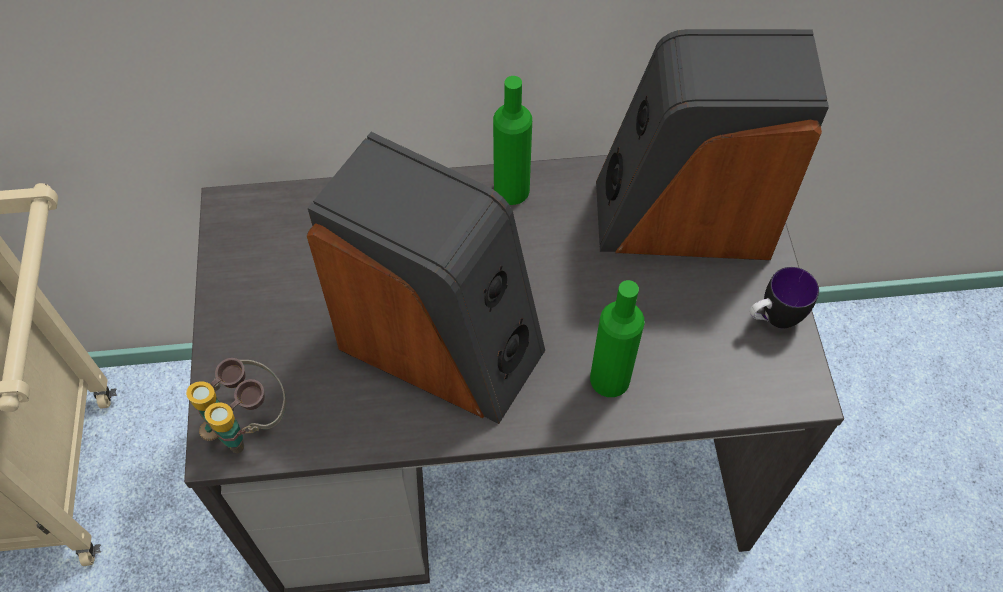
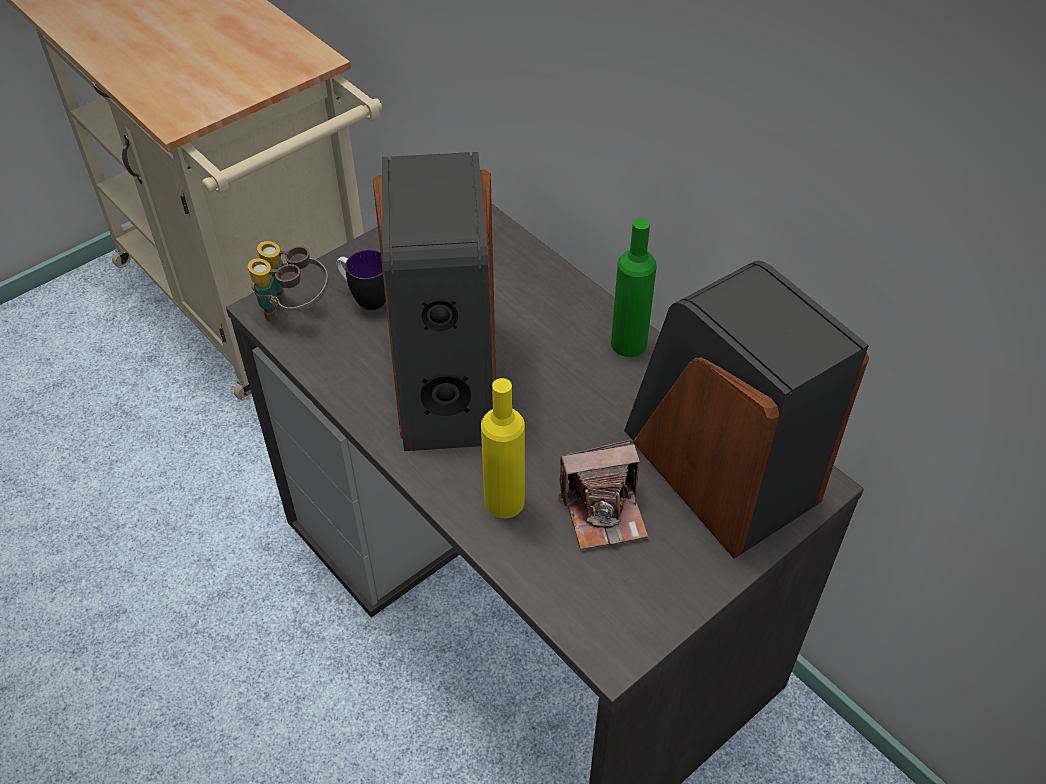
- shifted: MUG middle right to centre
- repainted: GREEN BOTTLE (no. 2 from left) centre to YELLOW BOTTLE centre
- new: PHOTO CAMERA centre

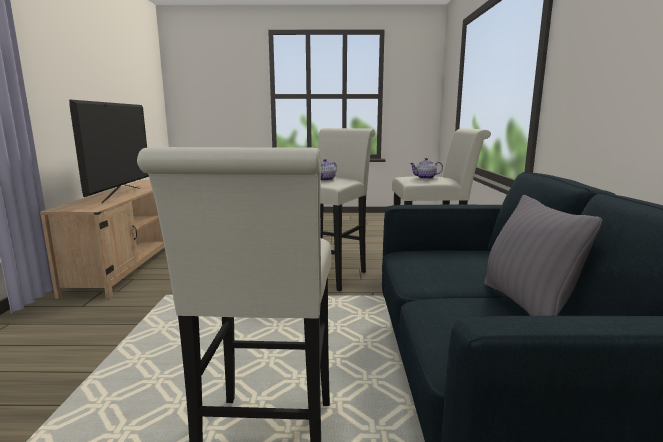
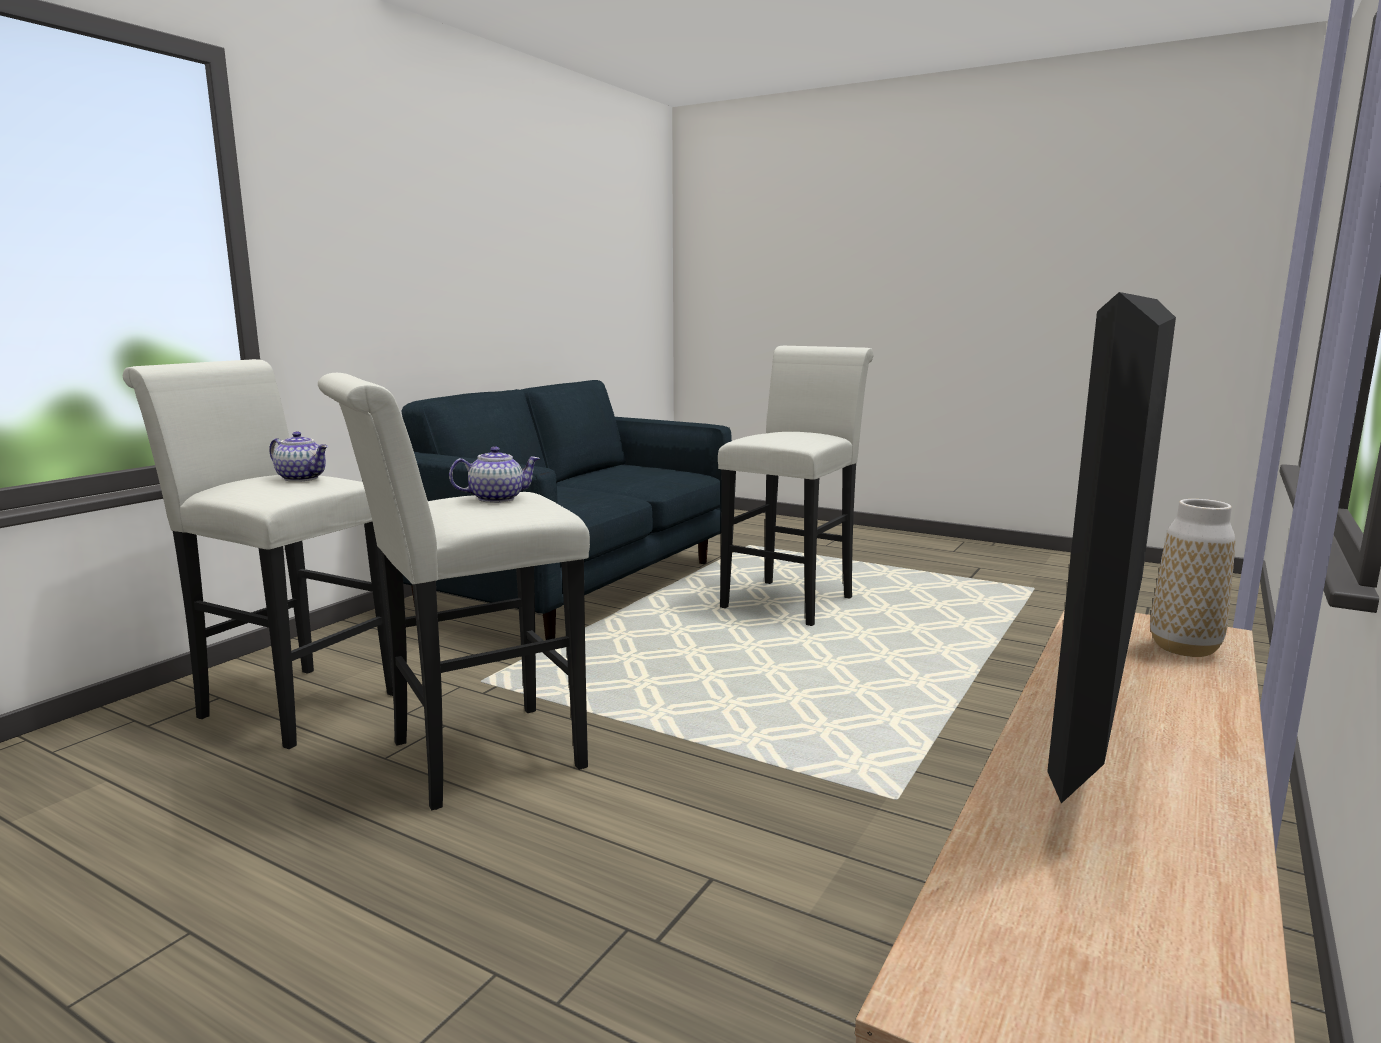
- gone: GREY PILLOW middle right
- new: VASE middle right

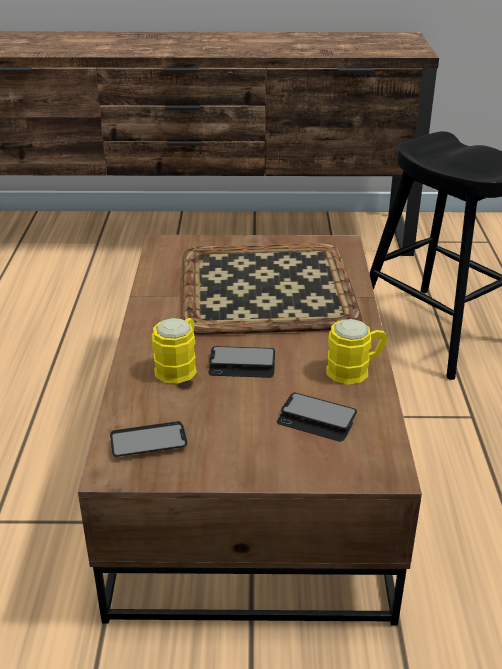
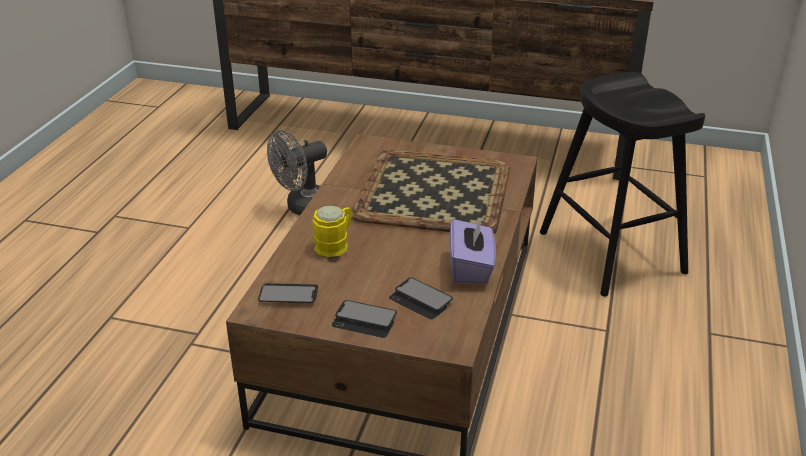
- swapped: YELLOW MUG (no. 2 from left) middle right to PURPLE TISSUE BOX centre
- shifted: PHONE (no. 2 from left) centre to bottom centre
- new: GREY FAN centre

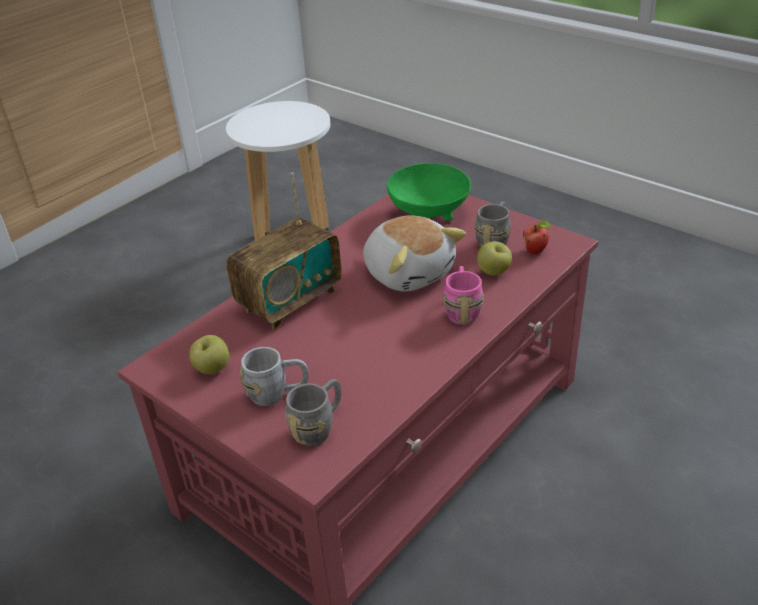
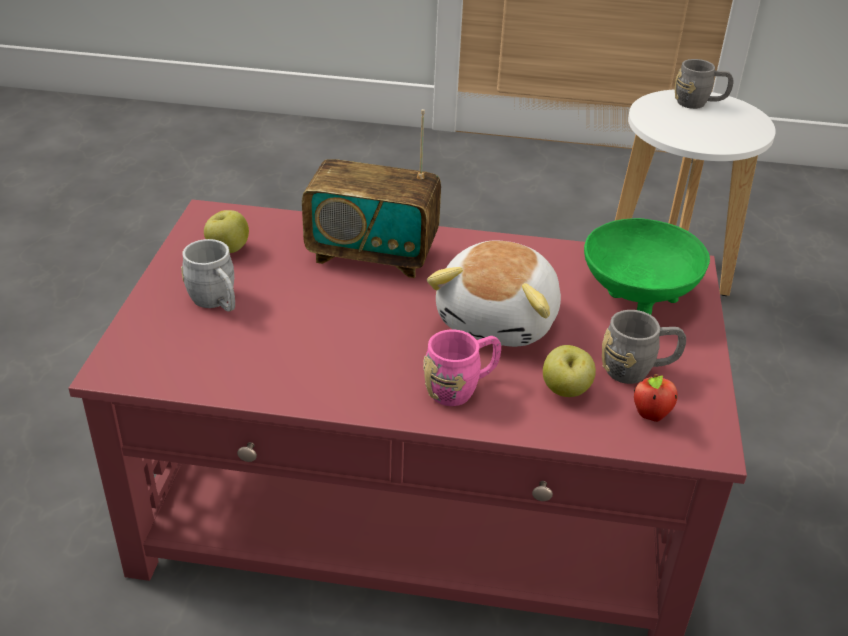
- shifted: GREY MUG (no. 2 from left in the first image) bottom centre to GREY MUG (no. 3 from left) top right

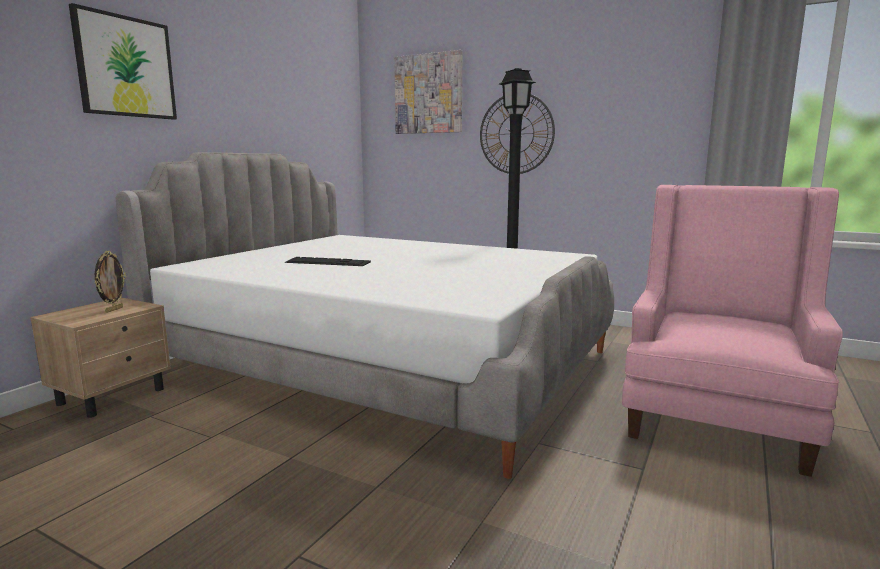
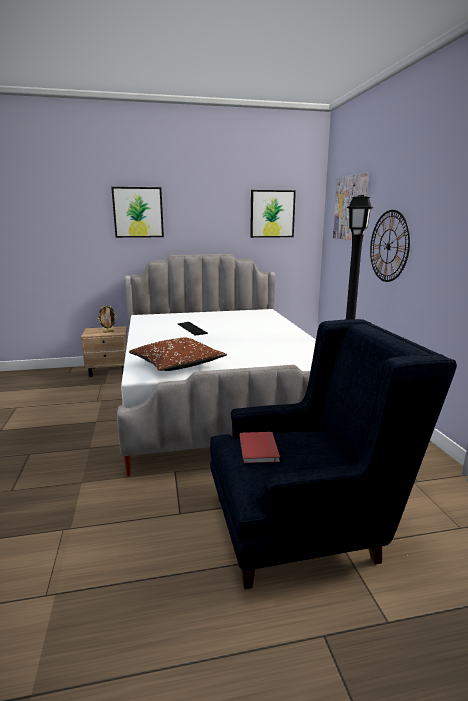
- repainted: PINK ARMCHAIR middle right to BLUE ARMCHAIR middle right
- new: PICTURE (no. 2 from left) top centre
- new: BROWN PILLOW centre
- new: RED BOOK centre

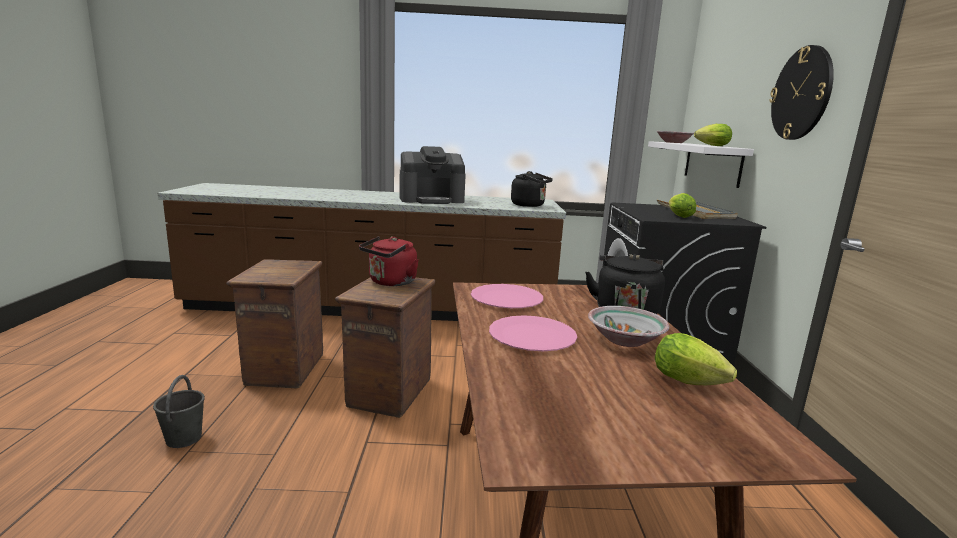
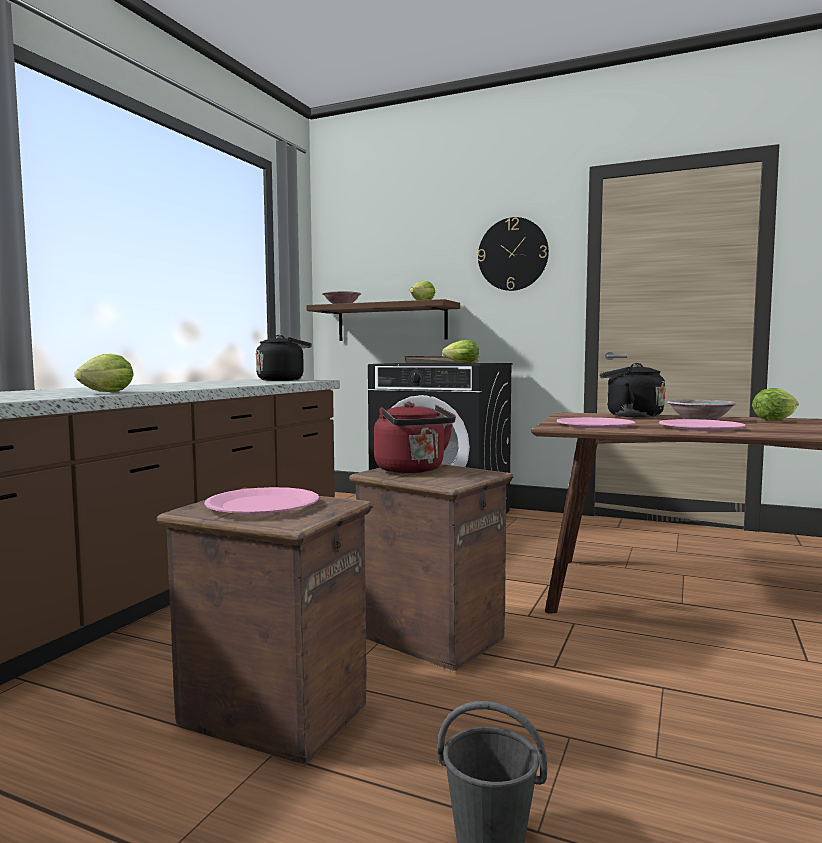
- repainted: WHITE SHELF top right to BROWN SHELF centre
- gone: COFFEE MACHINE top centre
- new: LETTUCE (no. 1 from left) middle left
- new: PINK PLATE (no. 1 from left) middle left

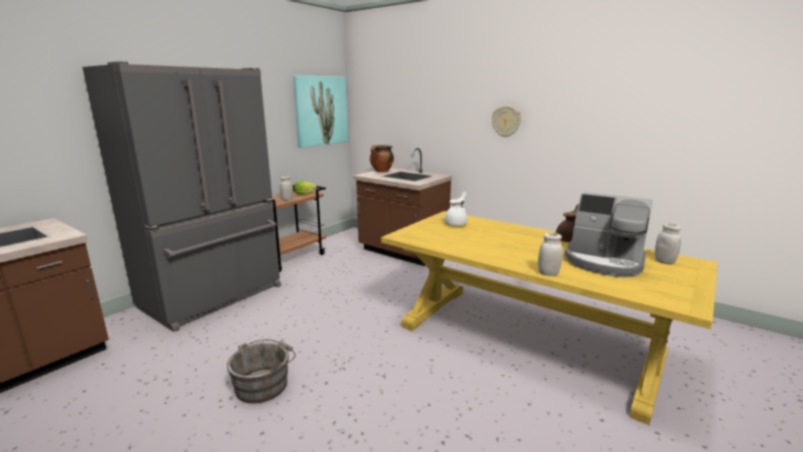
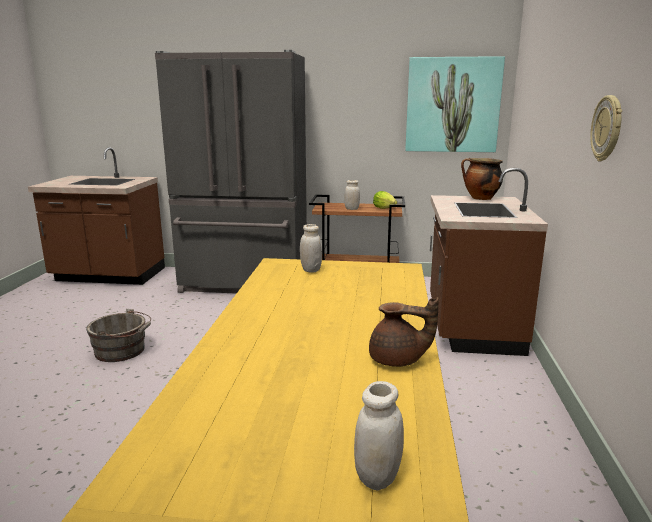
- gone: WHITE TEAPOT centre
- gone: COFFEE MACHINE middle right
- shifted: WHITE JAR (no. 2 from left in the first image) middle right to WHITE JAR (no. 1 from left) centre

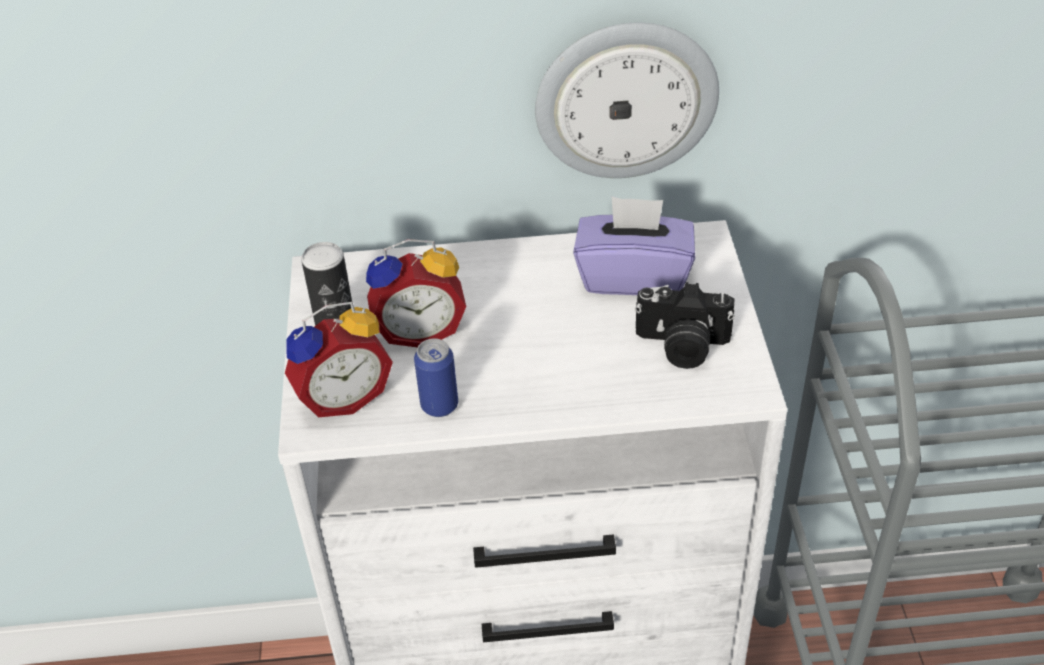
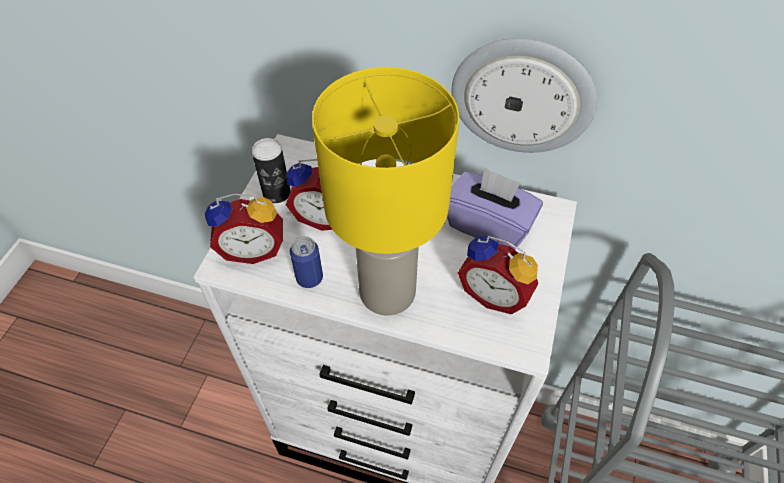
- swapped: PHOTO CAMERA centre to ALARM CLOCK (no. 3 from left) centre
- new: YELLOW TABLE LAMP centre

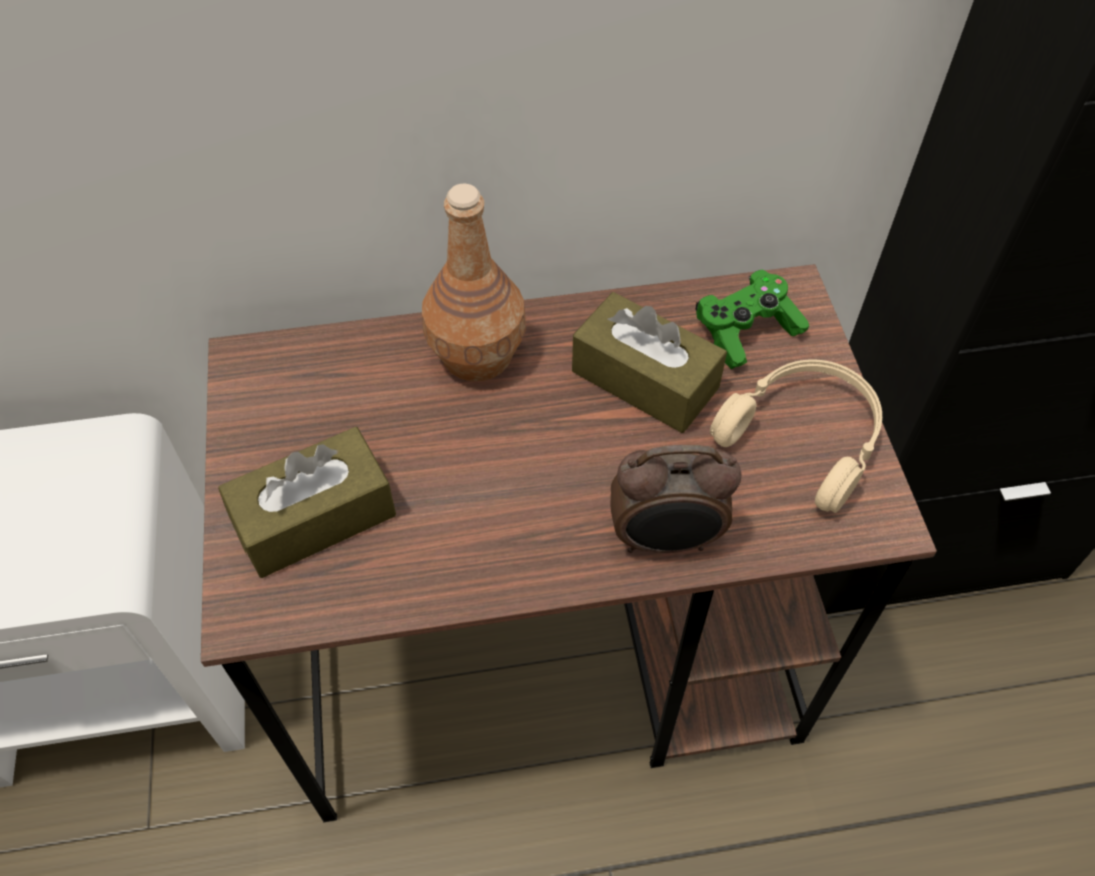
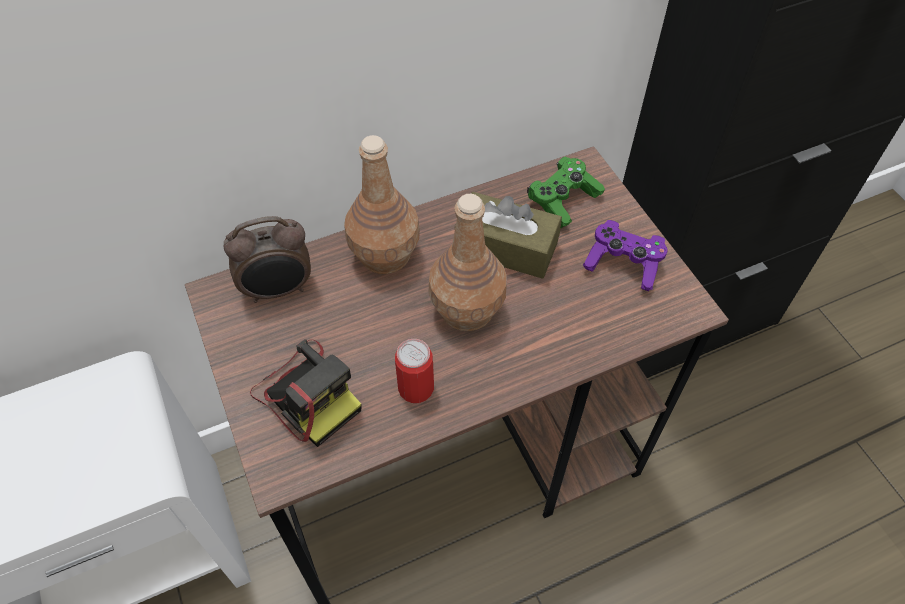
- swapped: BEIGE HEADPHONES middle right to PURPLE GAME CONTROLLER middle right
- swapped: BROWN TISSUE BOX (no. 1 from left) middle left to PHOTO CAMERA centre
- shifted: ALARM CLOCK centre to middle left
- new: BROWN BOTTLE (no. 2 from left) centre
- new: CAN centre

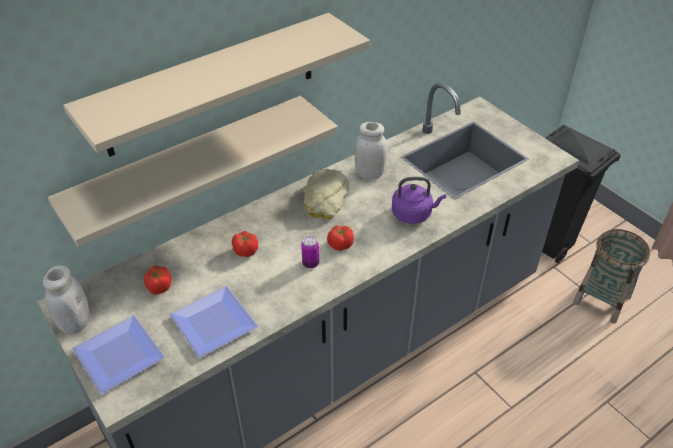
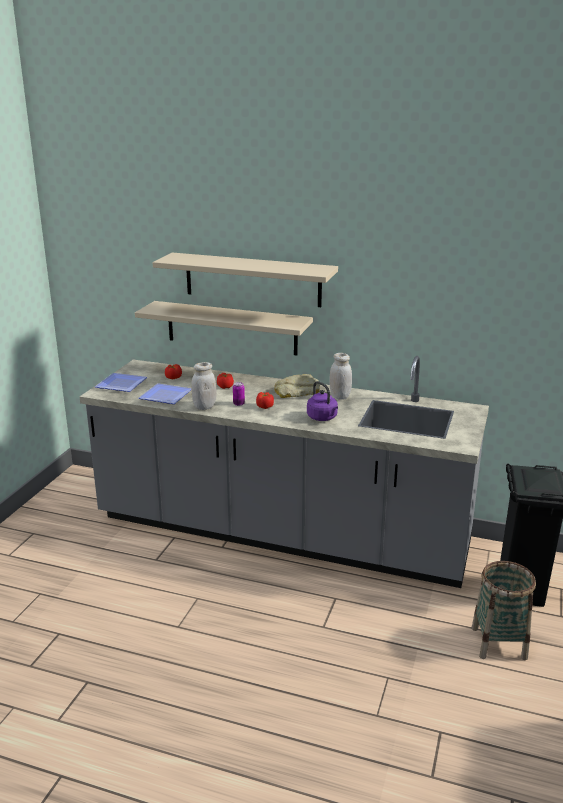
- shifted: WHITE JAR (no. 1 from left) bottom left to centre

